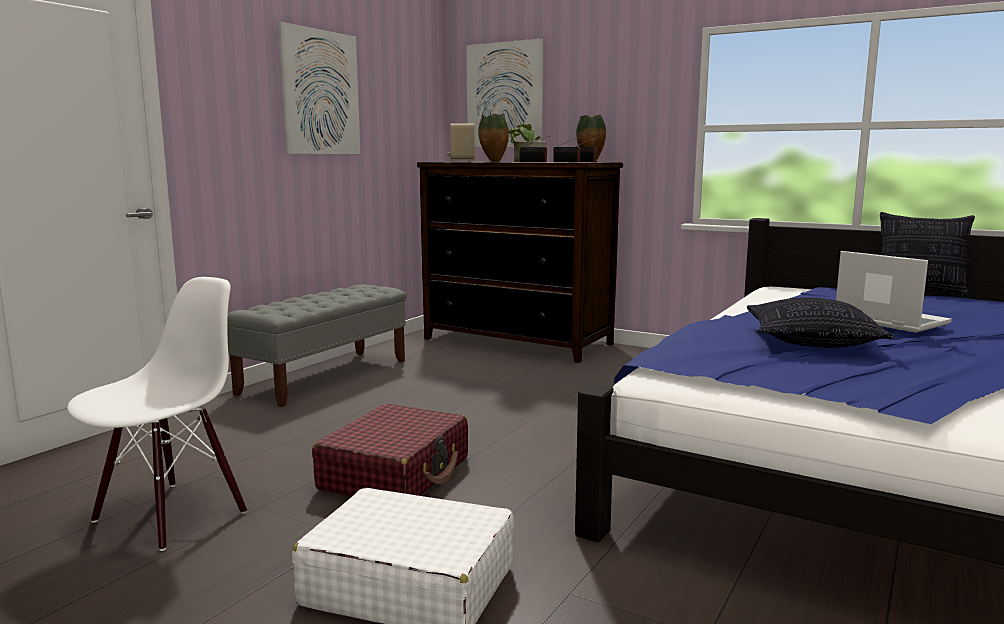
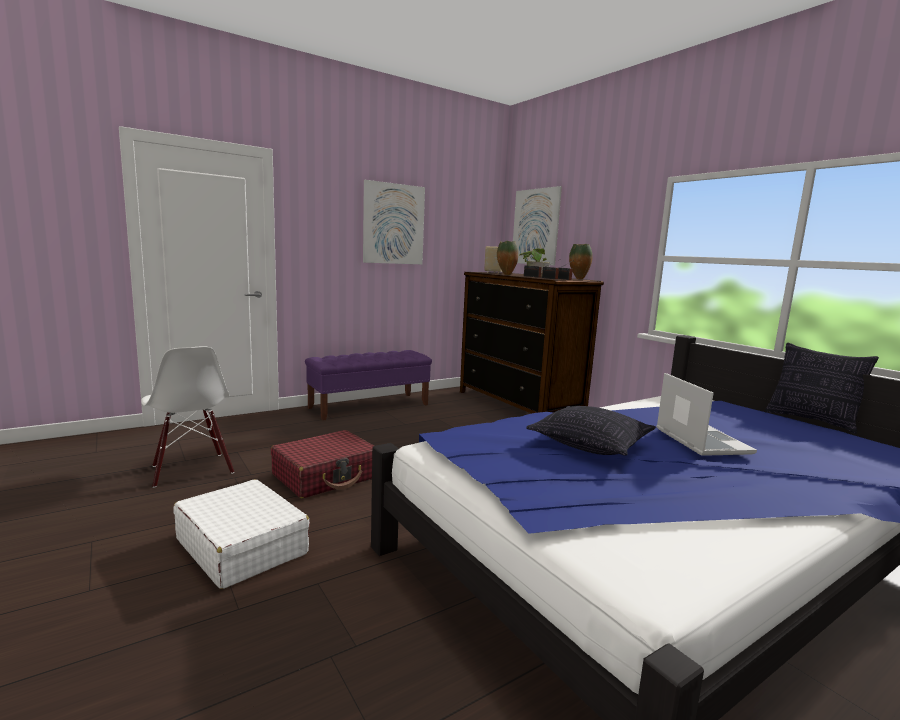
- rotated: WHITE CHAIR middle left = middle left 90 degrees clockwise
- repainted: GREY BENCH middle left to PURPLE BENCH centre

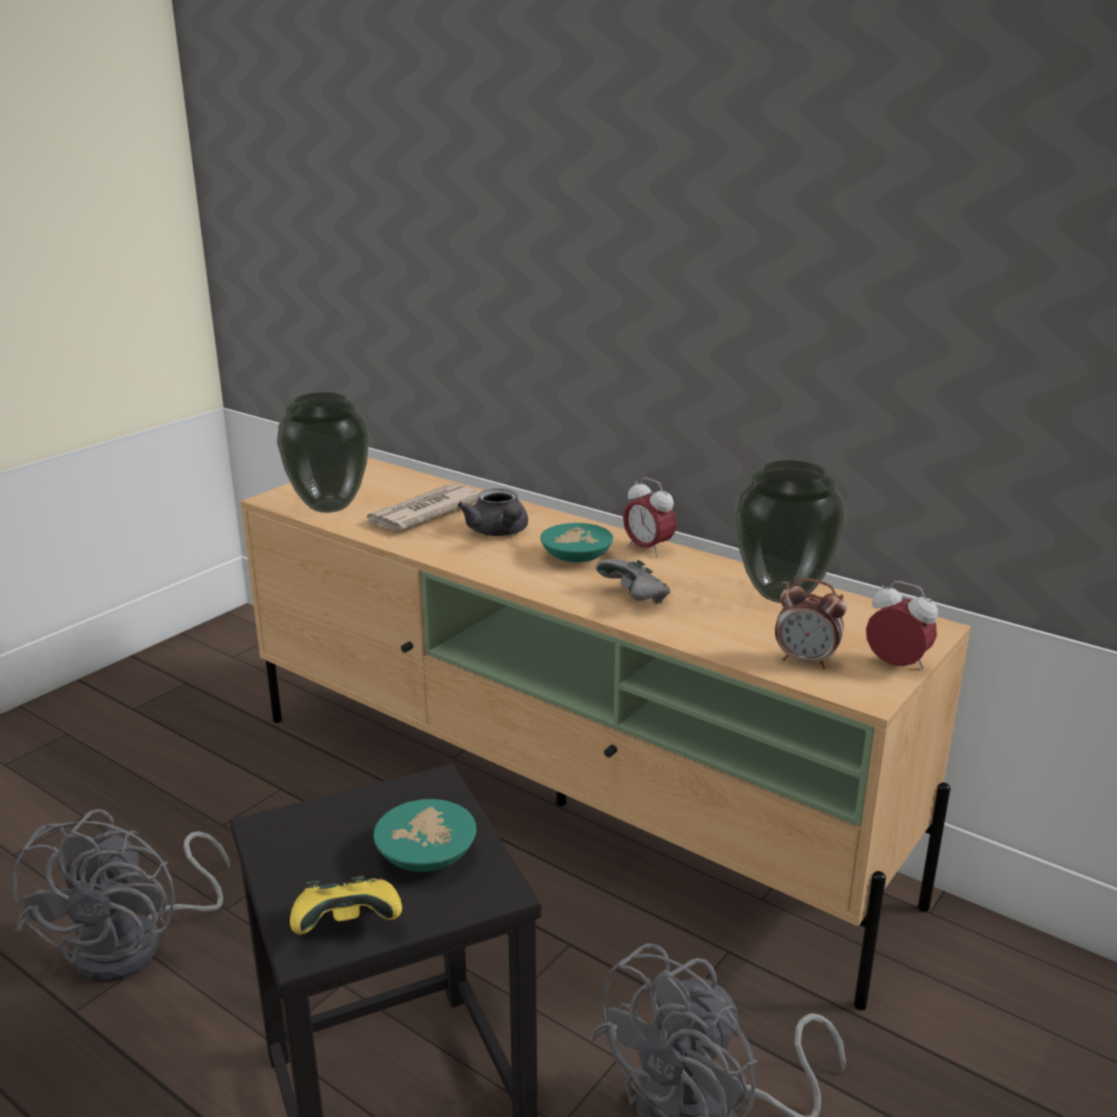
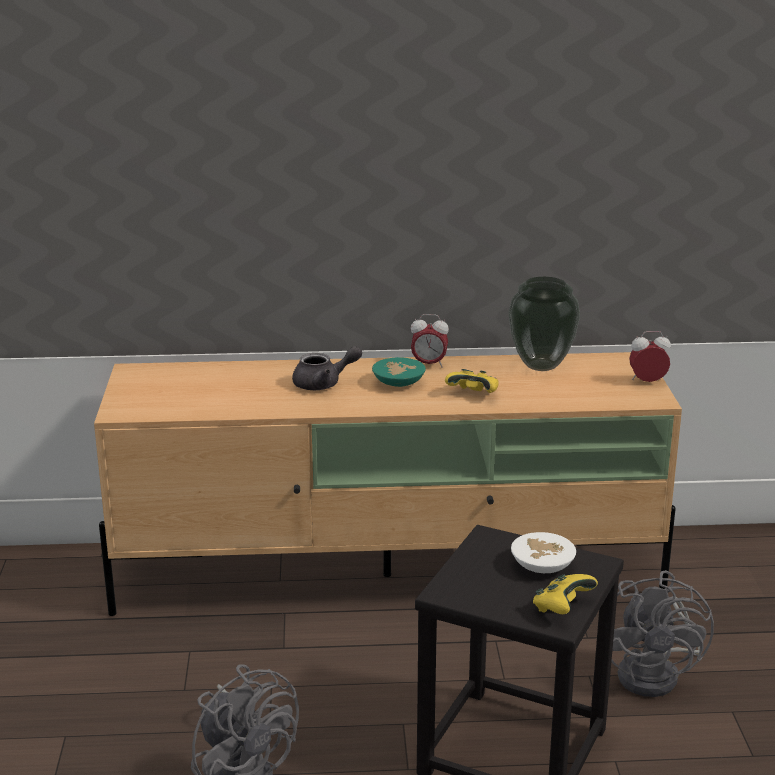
- gone: VASE (no. 1 from left) middle left
- gone: NEWSPAPER centre
- rotated: GREY TEAPOT centre = centre 45 degrees counterclockwise
- repainted: GREY GAME CONTROLLER centre to YELLOW GAME CONTROLLER (no. 1 from left) centre
- gone: ALARM CLOCK (no. 2 from left) middle right
- repainted: TURQUOISE BOWL (no. 1 from left) bottom centre to WHITE BOWL bottom right

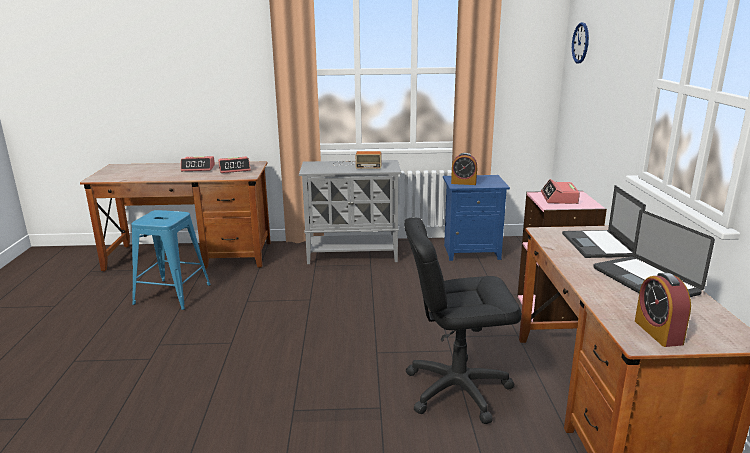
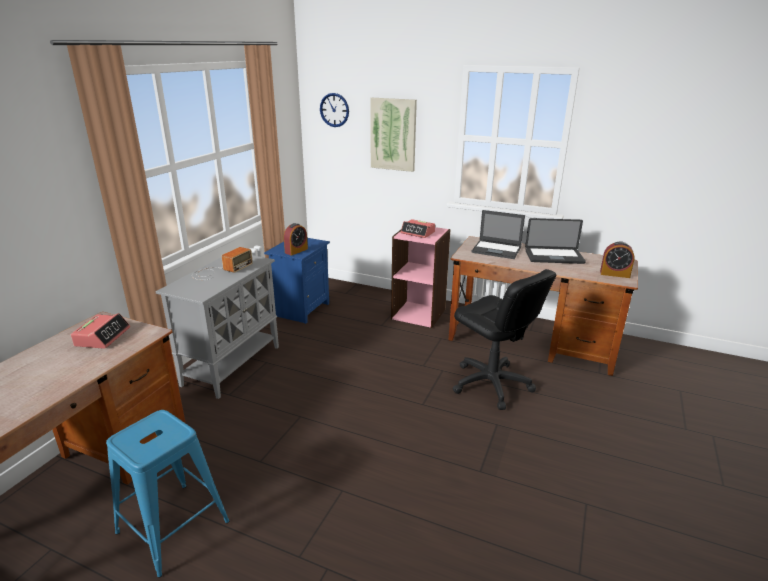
- gone: ALARM CLOCK (no. 1 from left) middle left
- rotated: BLACK OFFICE CHAIR bottom centre = centre 60 degrees counterclockwise
- new: PICTURE top centre

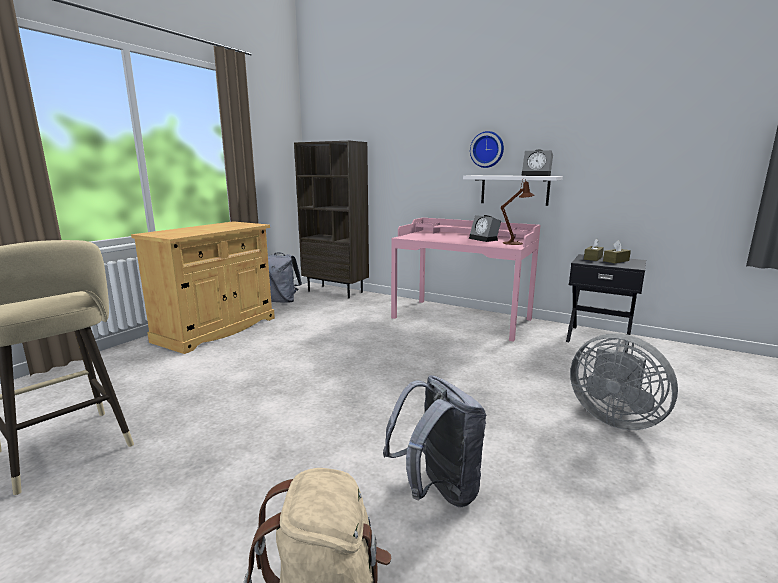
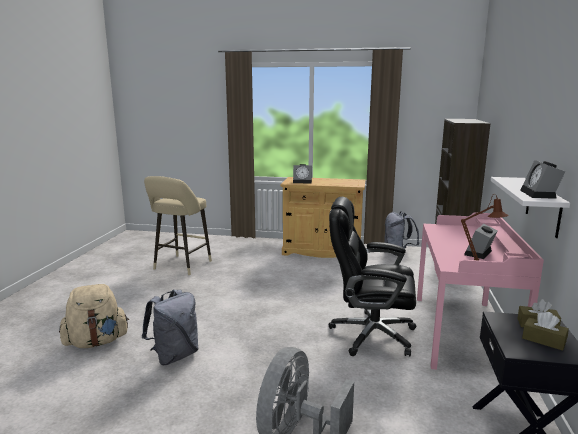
- gone: WALL CLOCK top centre
- new: ALARM CLOCK (no. 1 from left) centre
- new: BLACK OFFICE CHAIR centre

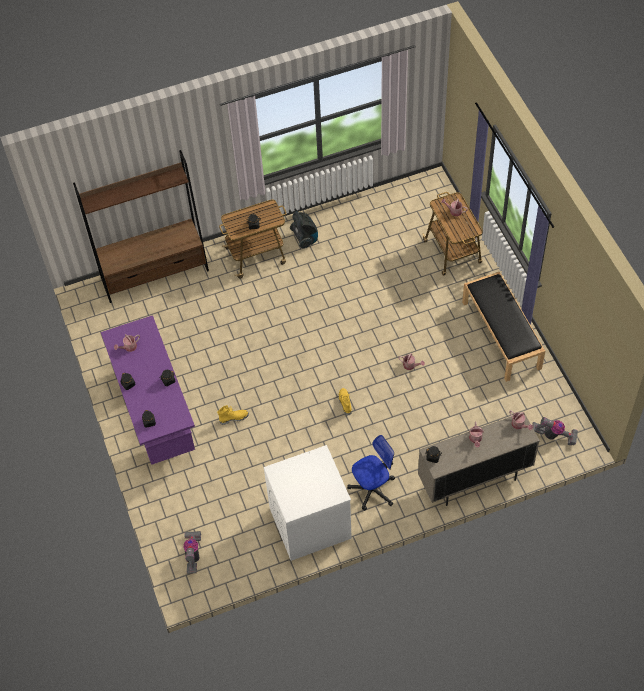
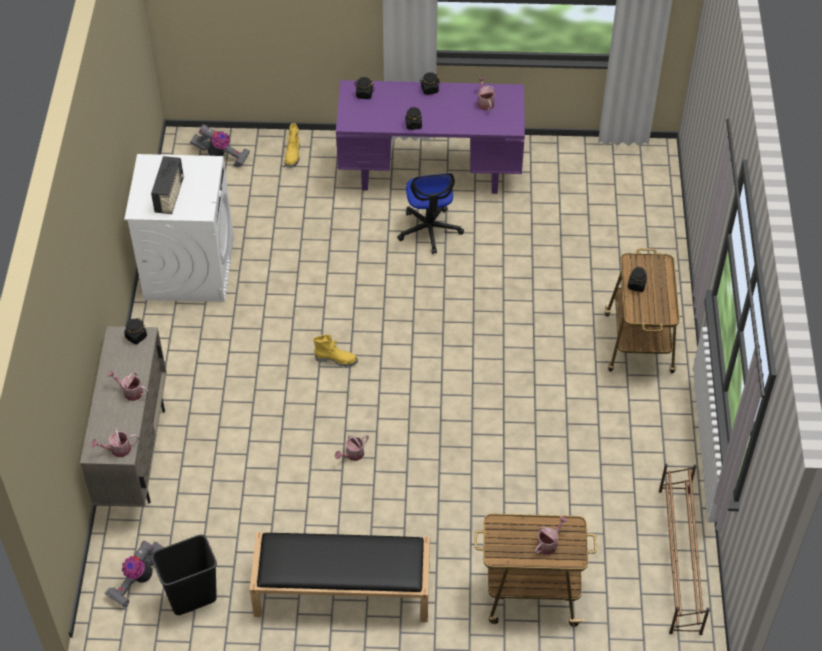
- gone: BROWN BOOKCASE top left
- gone: VACUUM CLEANER (no. 2 from left) top centre
- shifted: YELLOW BOOT (no. 1 from left) centre to top centre
- shifted: OFFICE CHAIR bottom centre to top centre
- new: RADIO top left
- new: BROWN SHOE RACK bottom right
- new: BLACK TRASH CAN bottom left

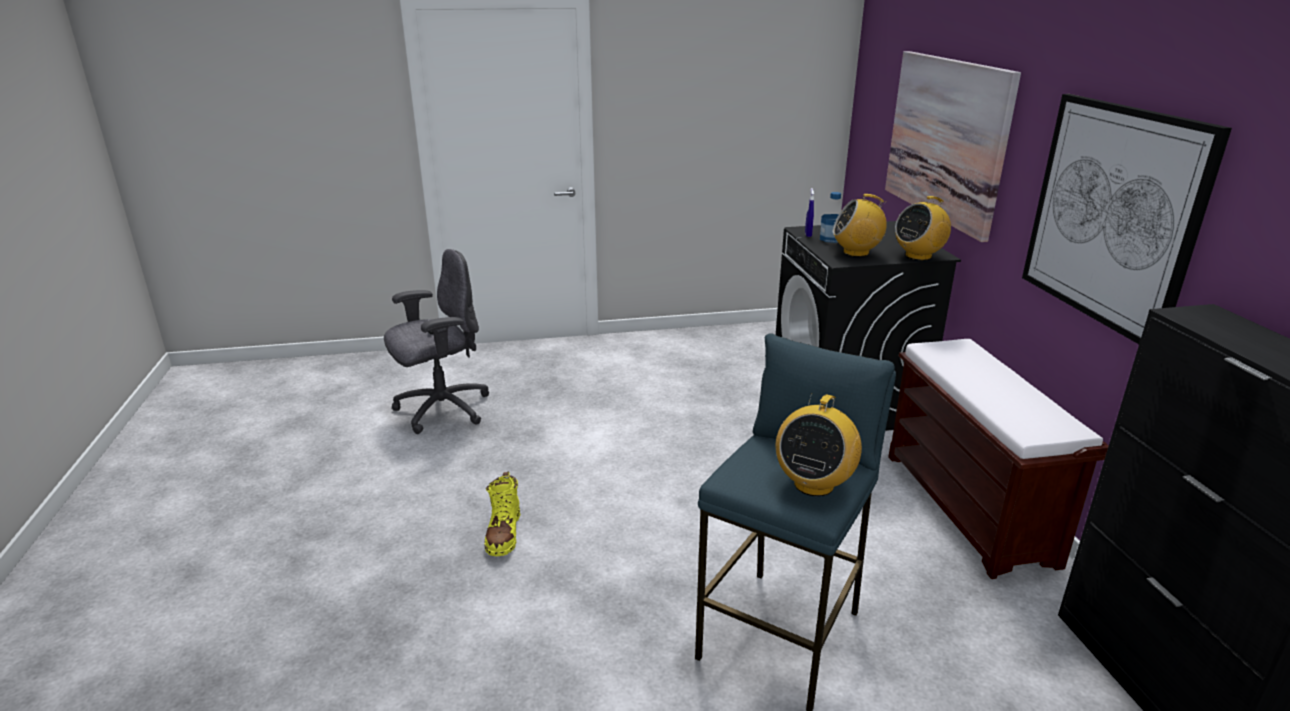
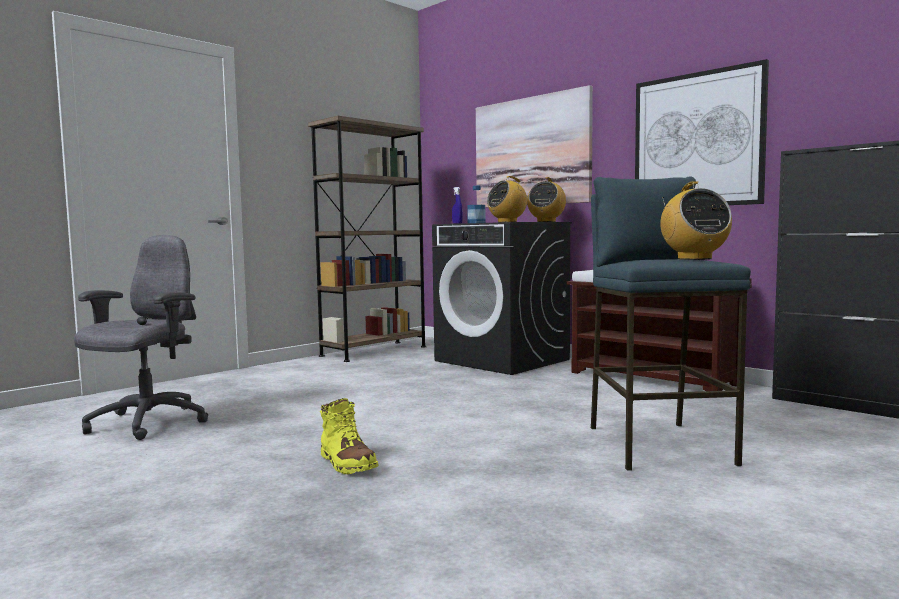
- new: BROWN BOOKCASE centre

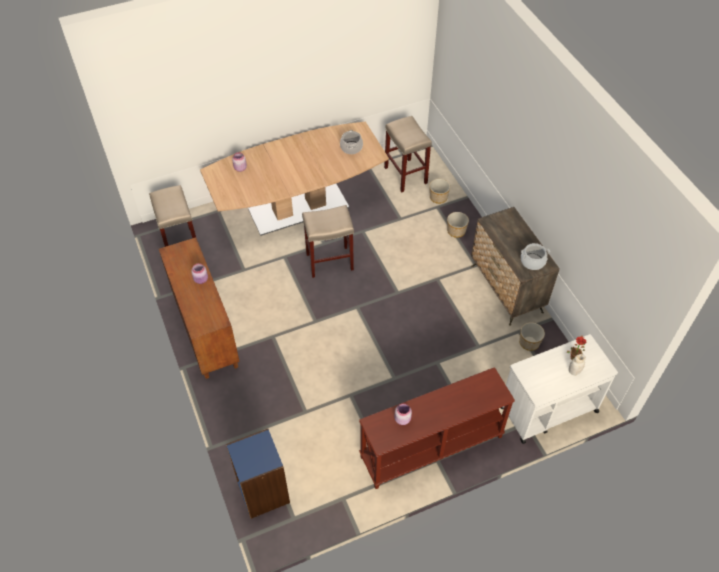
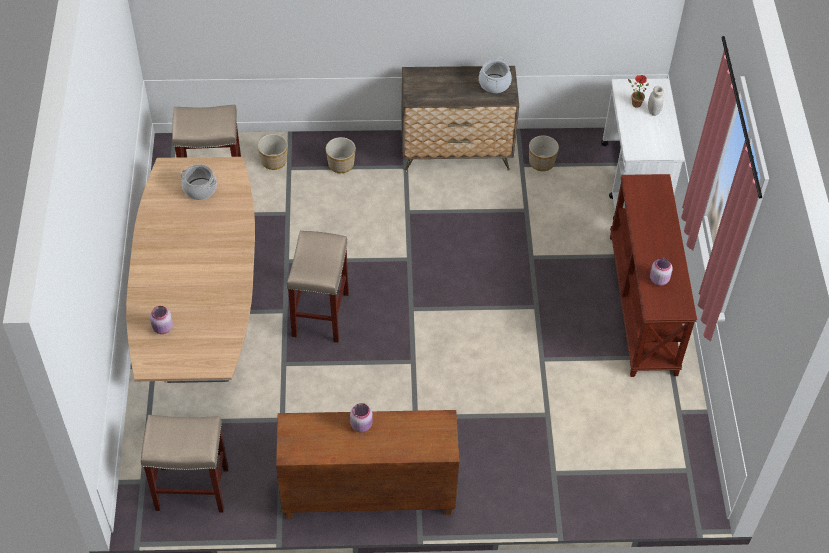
- gone: BLUE BOOKCASE bottom centre

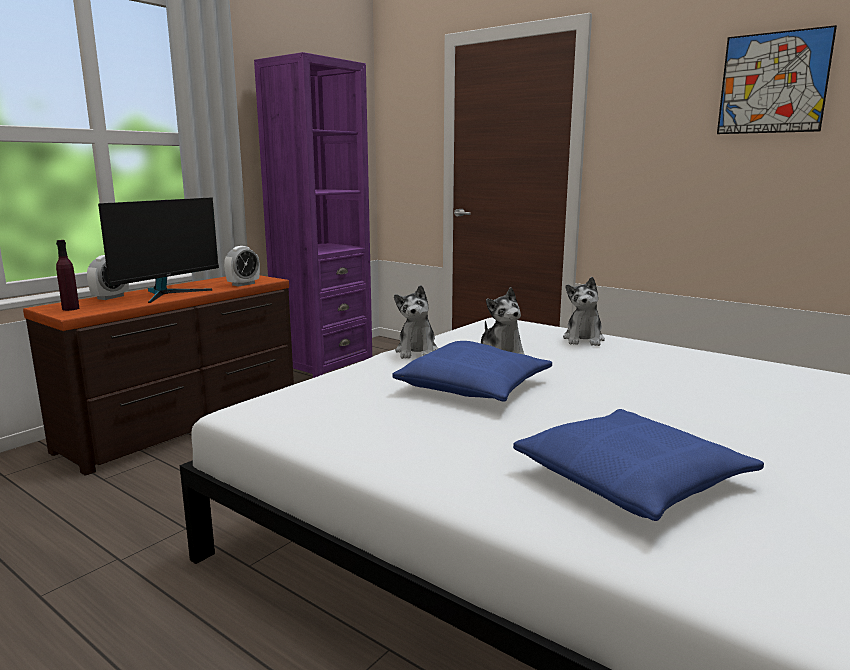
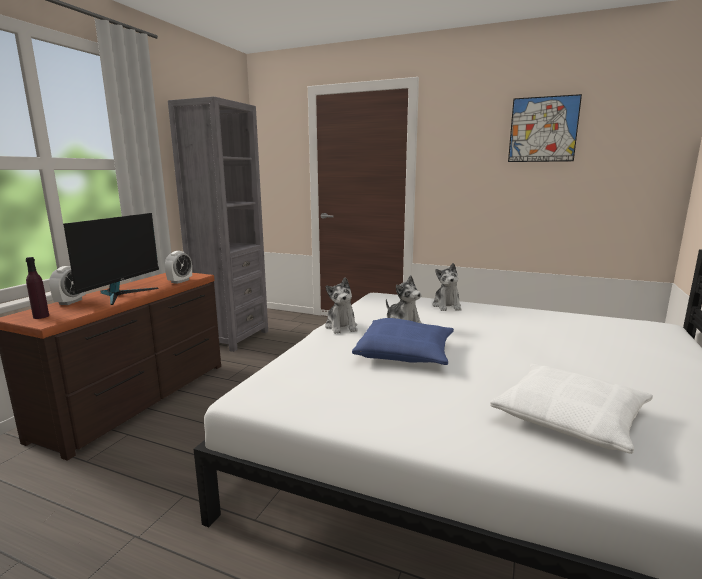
- repainted: PURPLE BOOKCASE top centre to GREY BOOKCASE middle left
- repainted: BLUE PILLOW (no. 2 from left) bottom right to WHITE PILLOW bottom right

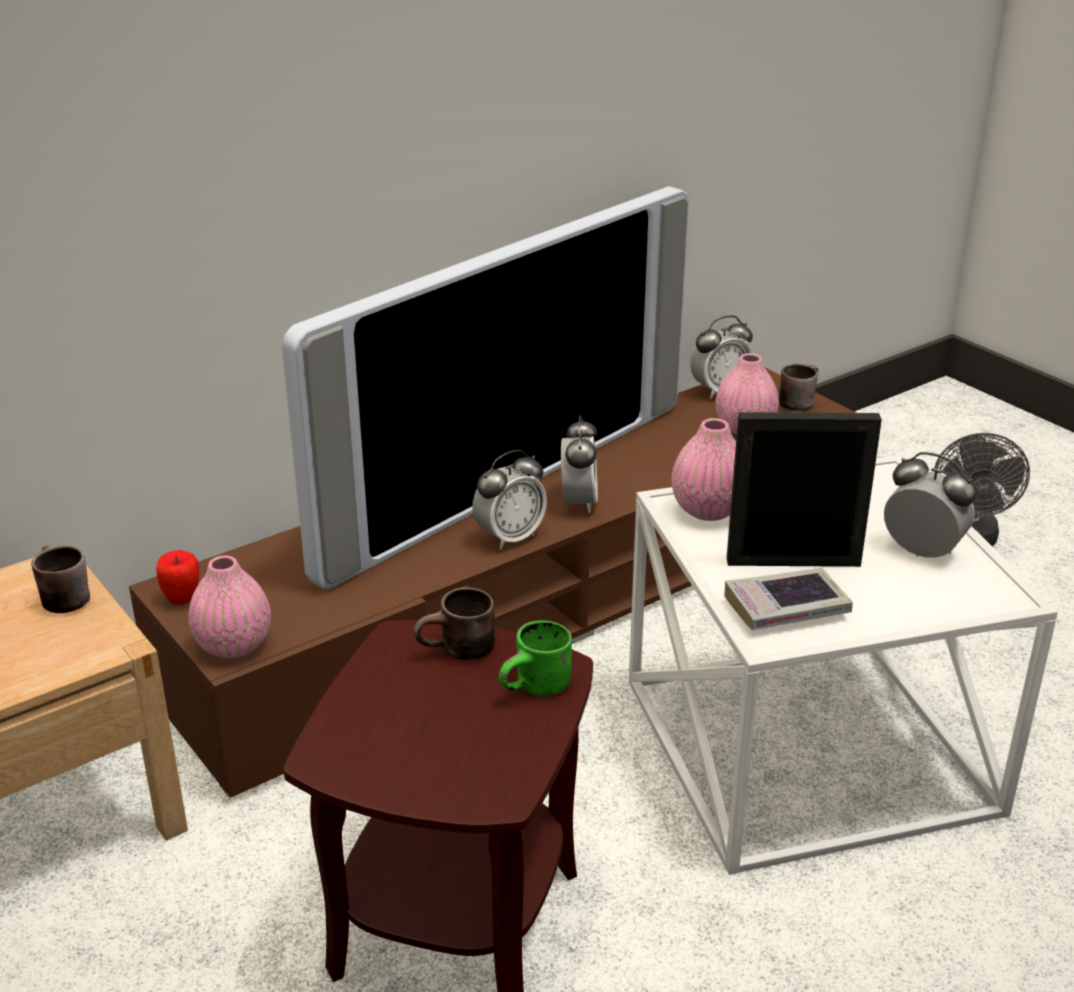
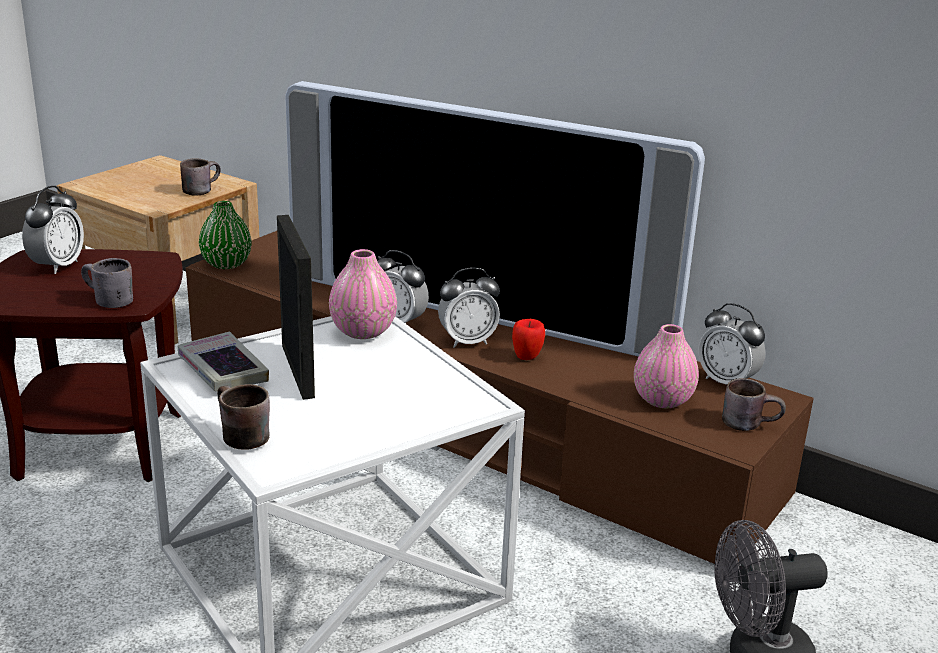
- shifted: ALARM CLOCK (no. 4 from left in the first image) middle right to ALARM CLOCK (no. 1 from left) middle left
- shifted: APPLE middle left to centre
- repainted: PINK VASE (no. 1 from left) middle left to GREEN VASE middle left
- shifted: BROWN MUG (no. 2 from left) centre to middle left
- repainted: GREEN MUG centre to GREY MUG middle left

